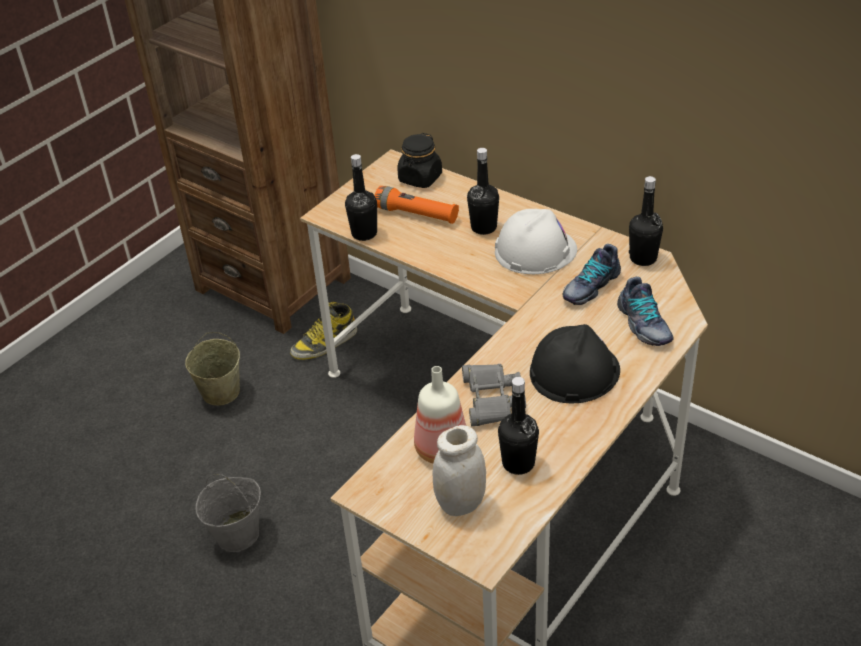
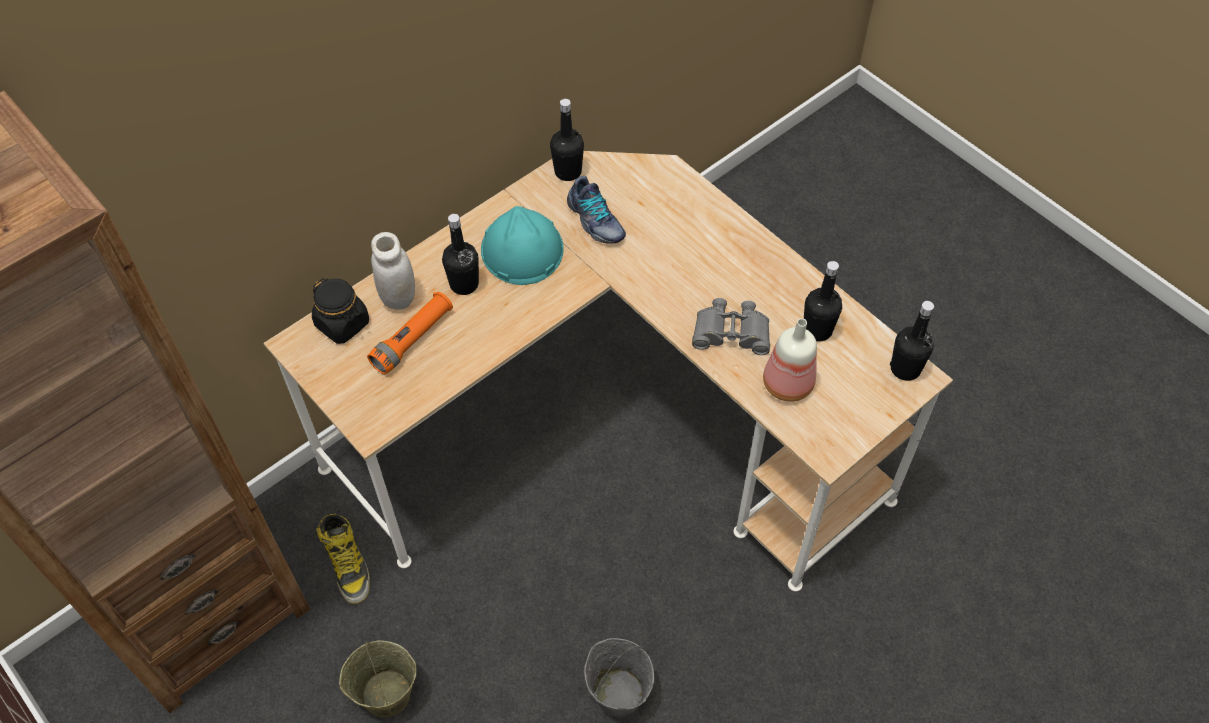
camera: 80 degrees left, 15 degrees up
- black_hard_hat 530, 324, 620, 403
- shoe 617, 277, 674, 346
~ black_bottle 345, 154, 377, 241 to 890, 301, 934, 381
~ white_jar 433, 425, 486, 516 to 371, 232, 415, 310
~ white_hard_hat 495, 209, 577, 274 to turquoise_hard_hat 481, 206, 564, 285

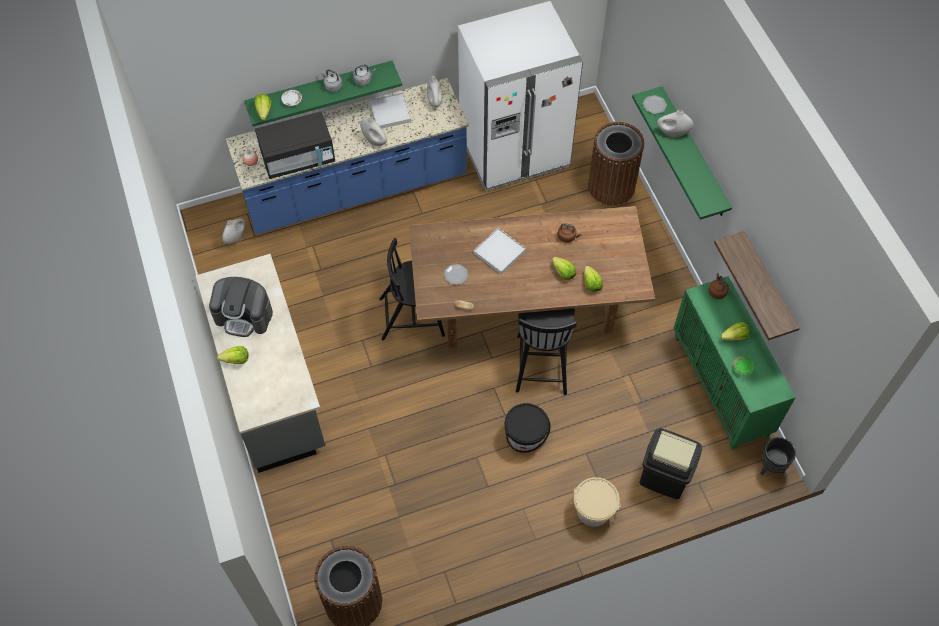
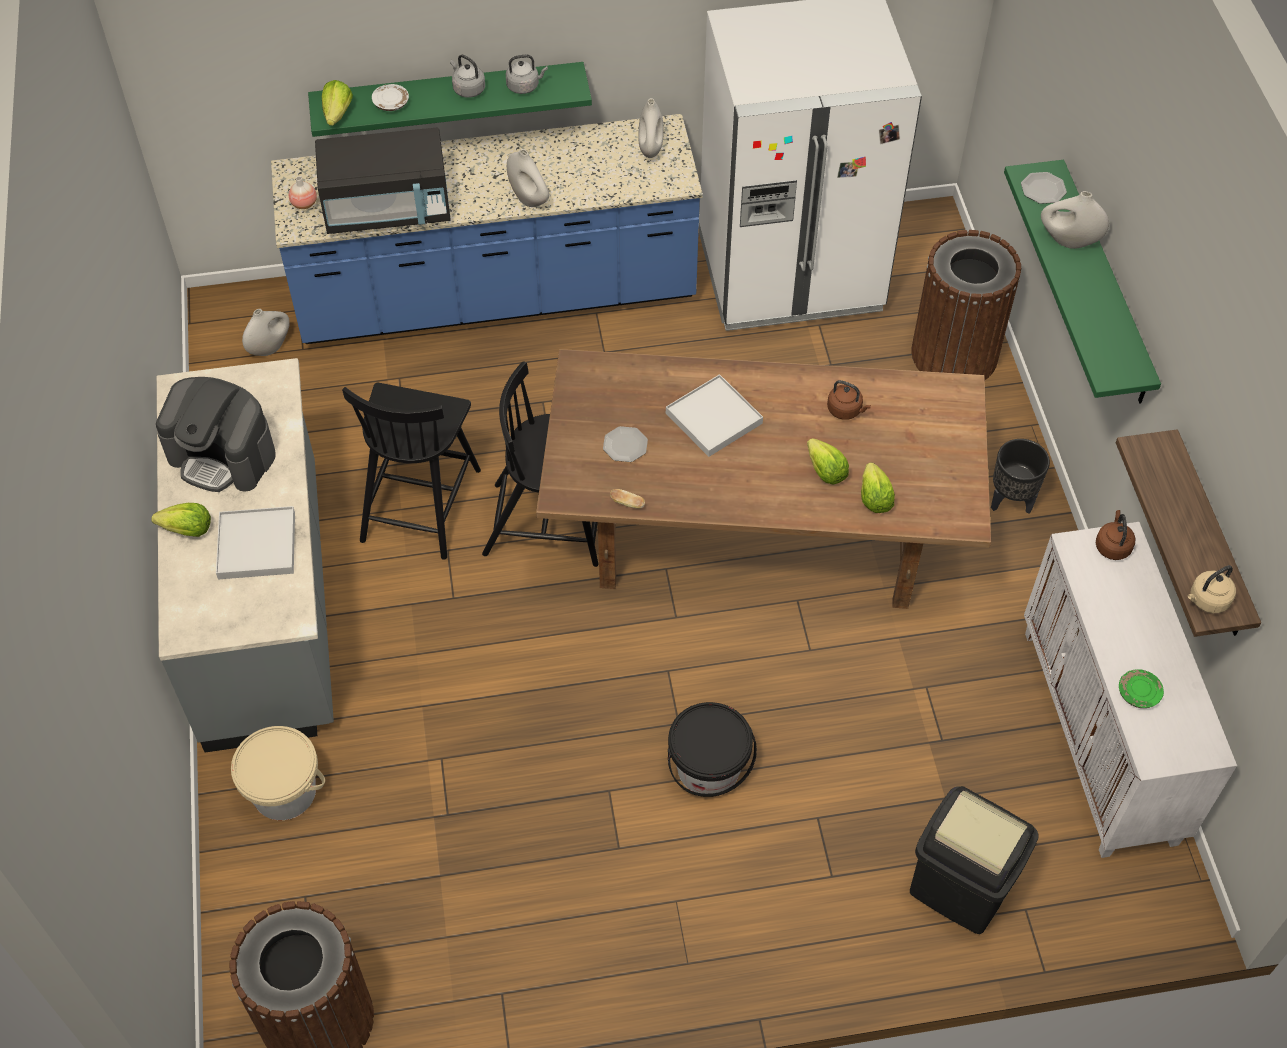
camera: 10 degrees right, 5 degrees down
- lettuce 720, 322, 750, 341
+ beige_kettle 1187, 565, 1236, 613
~ white_tray 369, 93, 411, 129 to 216, 506, 295, 579
~ black_chair 516, 309, 577, 395 to 342, 383, 481, 560
~ beige_bucket 574, 477, 621, 527 to 231, 726, 325, 820
~ black_planter 760, 437, 796, 476 to 991, 439, 1050, 514
~ green_cabinet 673, 276, 796, 449 to white_cabinet 1024, 522, 1237, 858

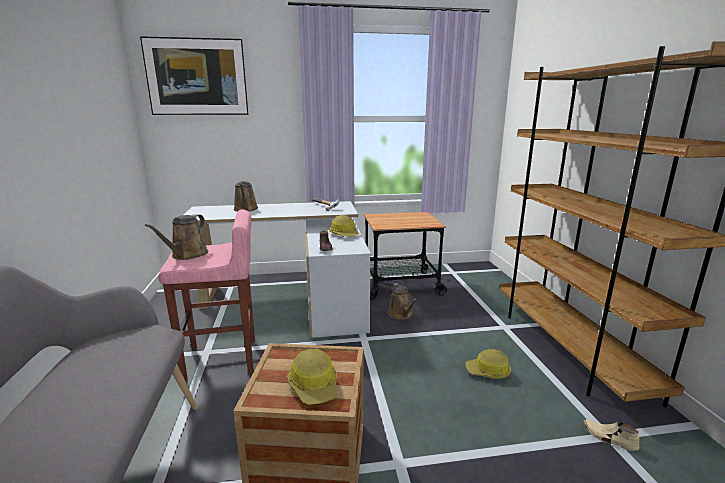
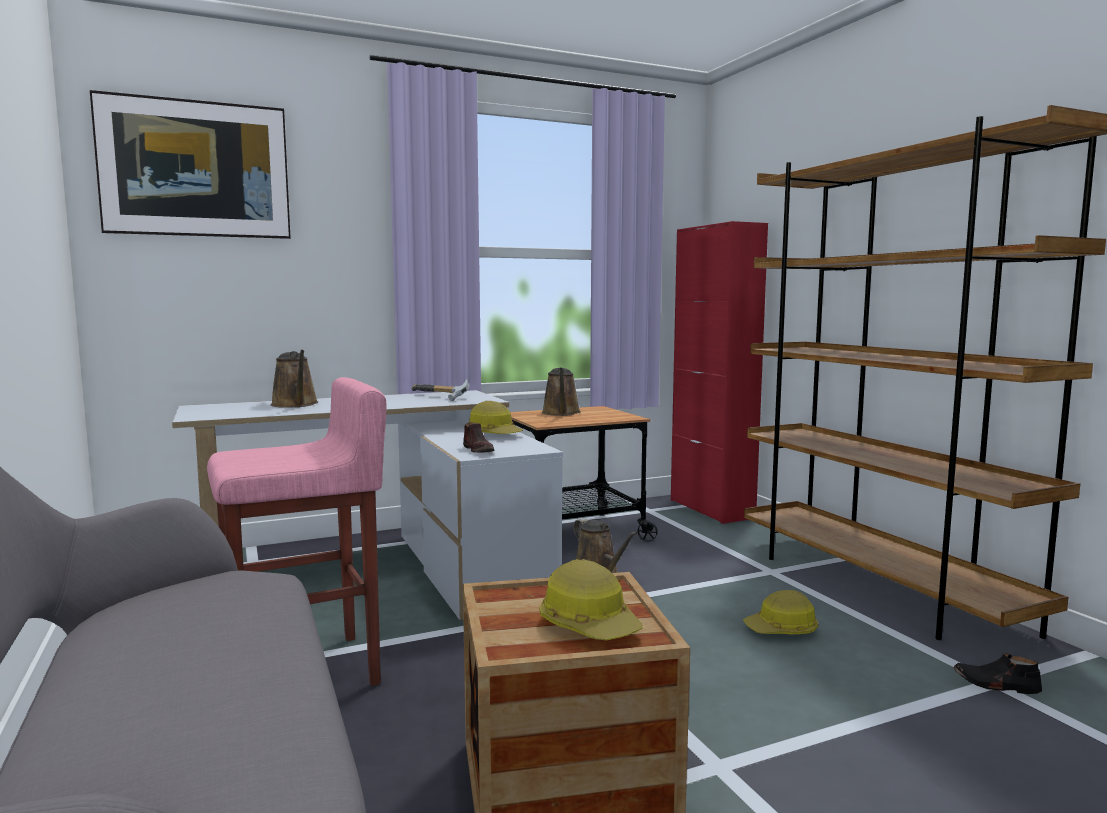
camera: 15 degrees left, 10 degrees down
+ red_cabinet 671, 221, 768, 524
~ brown_watering_can 145, 214, 209, 260 to 542, 368, 581, 416
~ beige_shoe 583, 419, 639, 451 to black_shoe 954, 653, 1042, 694

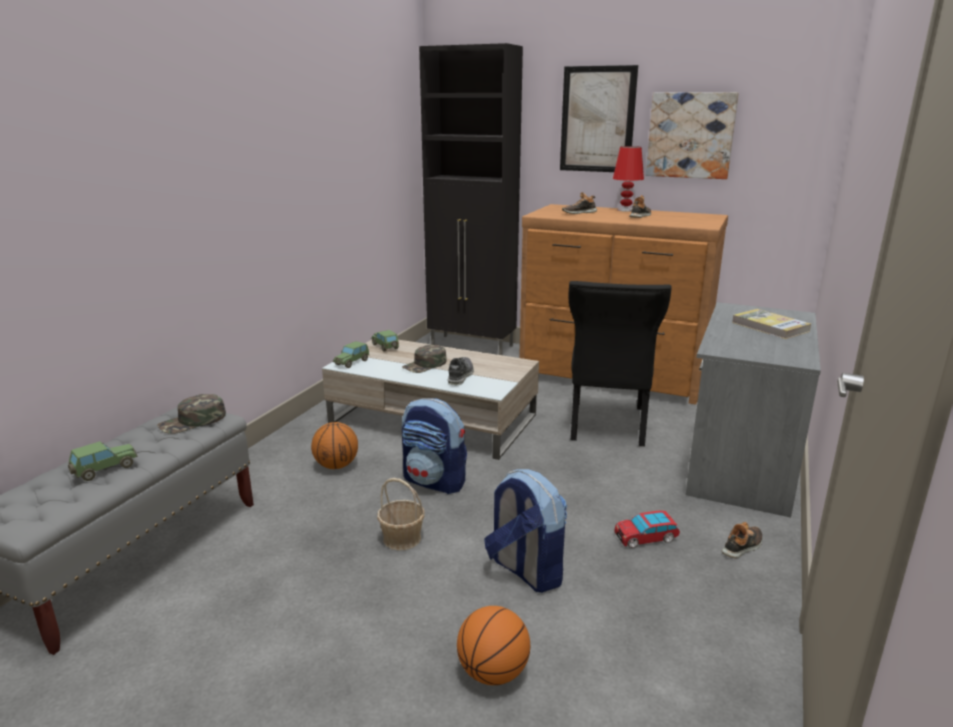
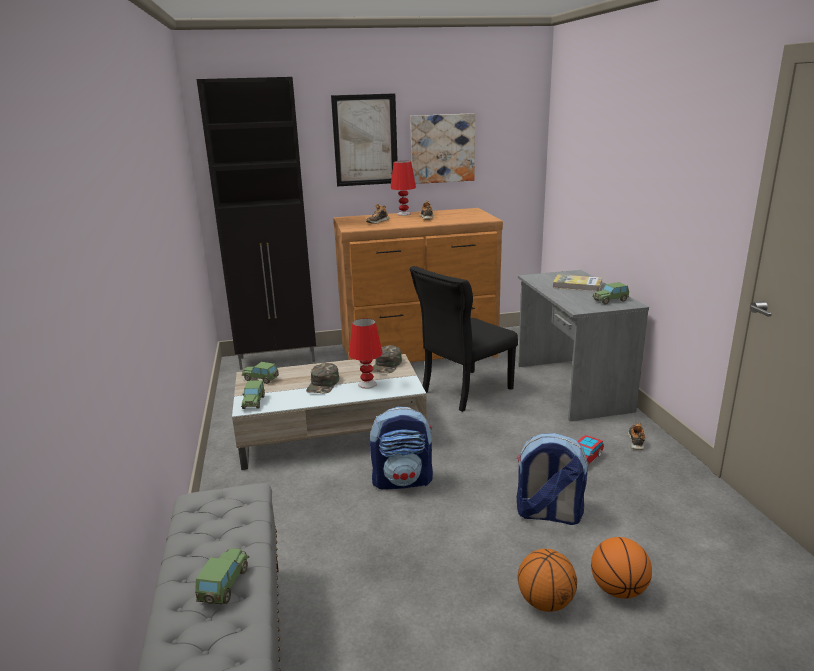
camera: 35 degrees left, 0 degrees up
- basket 377, 478, 425, 551
+ toy_car 592, 282, 629, 305
~ green_cap 157, 394, 226, 434 to 372, 345, 402, 373
~ basketball 311, 422, 358, 469 to 518, 549, 577, 612
~ shoe 448, 357, 474, 385 to red_table_lamp 349, 318, 383, 389
~ black_chair 569, 281, 671, 447 = 410, 266, 518, 412 75 degrees clockwise

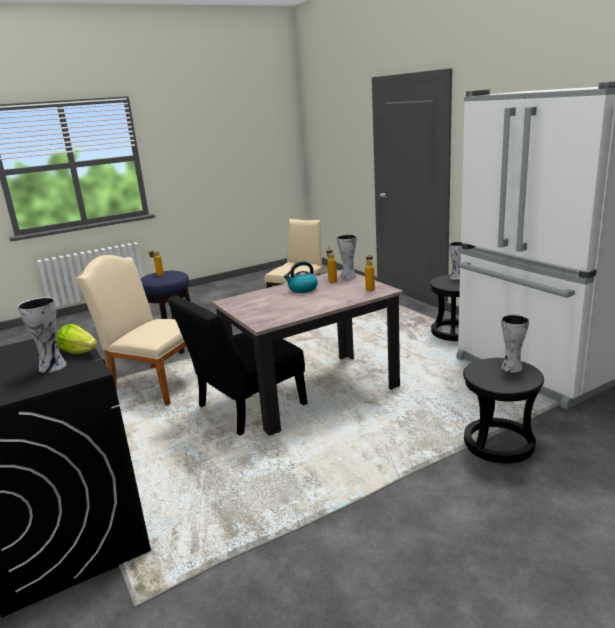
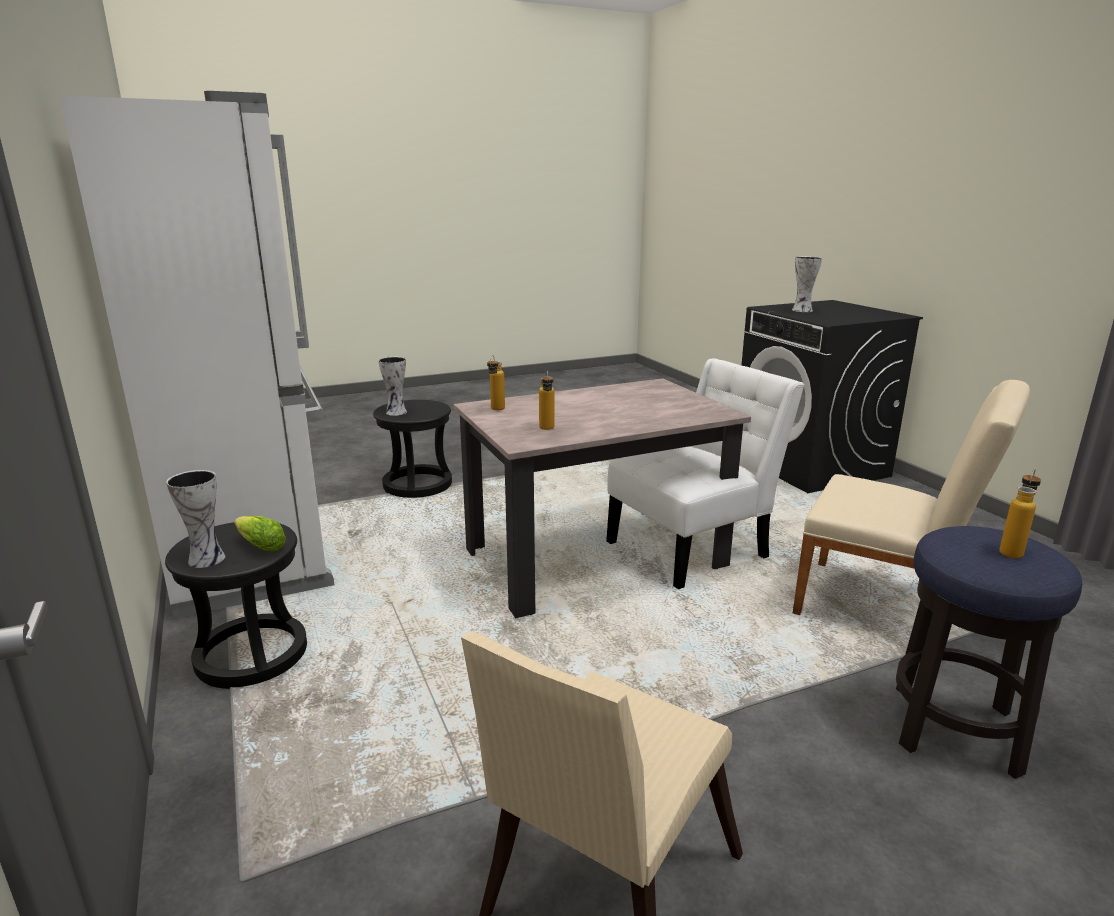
camera: 175 degrees left, 0 degrees up
- kettle 284, 261, 318, 293
- vase 336, 234, 357, 279
~ lettuce 56, 324, 98, 354 to 234, 516, 286, 551
~ black_chair 167, 295, 308, 436 to white_chair 606, 359, 804, 589

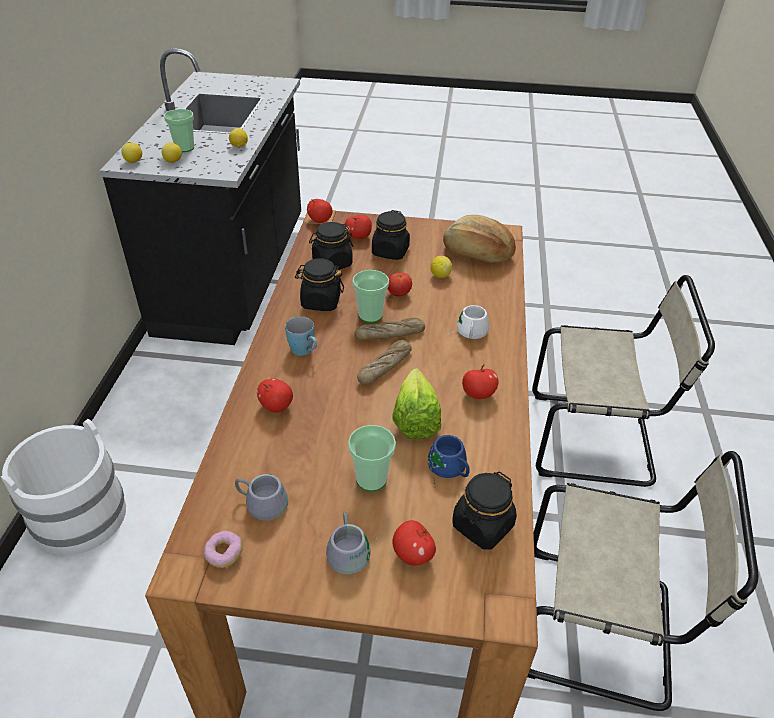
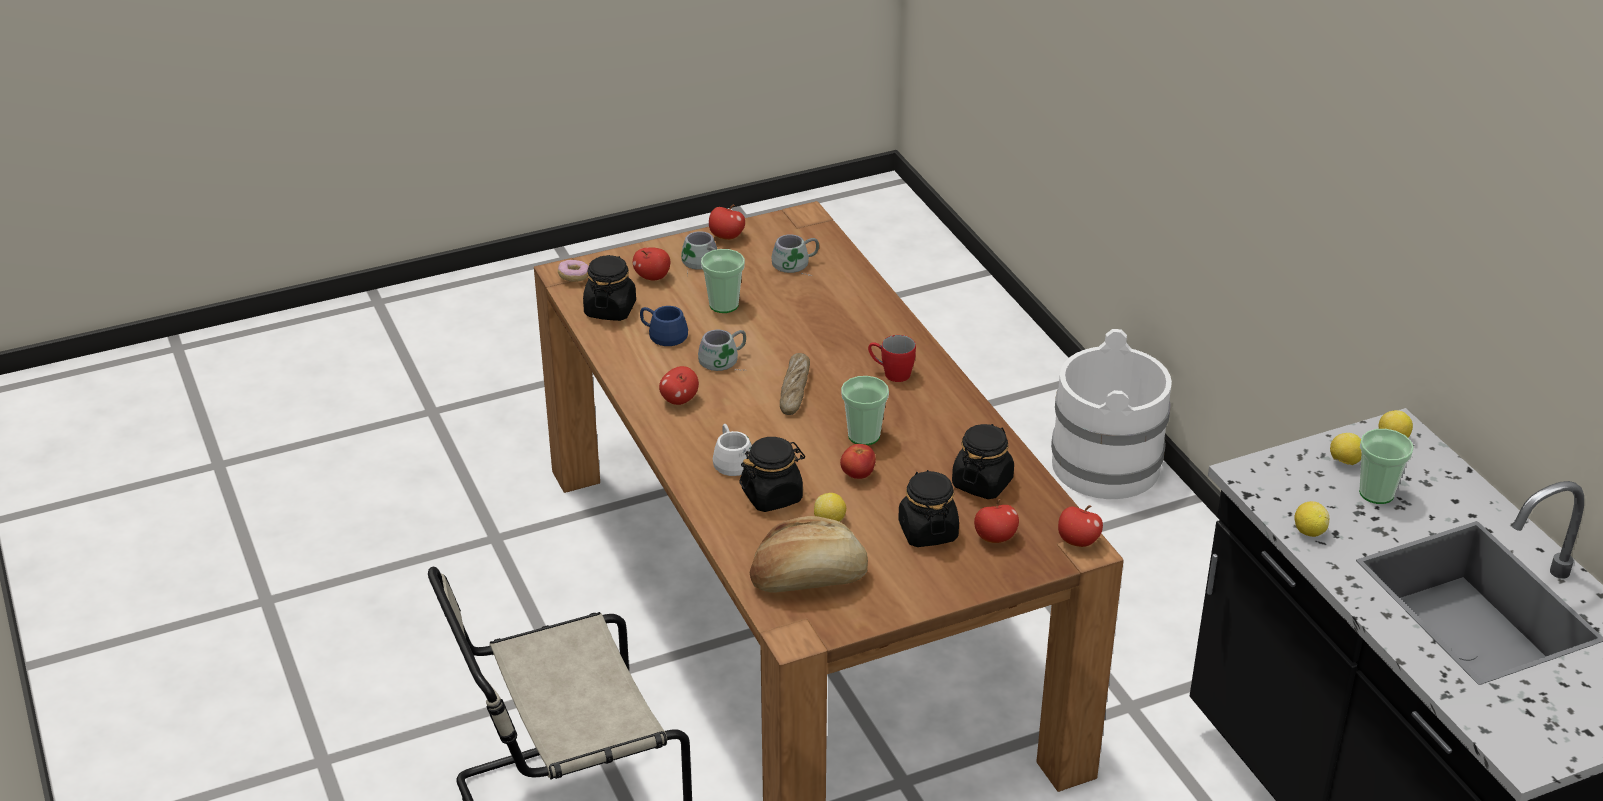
camera: 150 degrees right, 5 degrees down
- bread 354, 318, 425, 340
- beige_chair 527, 451, 759, 711
~ donut 204, 531, 243, 568 to 558, 260, 589, 282
~ apple 257, 378, 293, 413 to 709, 205, 745, 240
~ black_jar 295, 258, 344, 311 to 739, 437, 805, 512
~ lettuce 392, 368, 441, 440 to grey_mug 698, 330, 746, 371
~ blue_mug 285, 316, 317, 356 to red_mug 868, 335, 916, 382

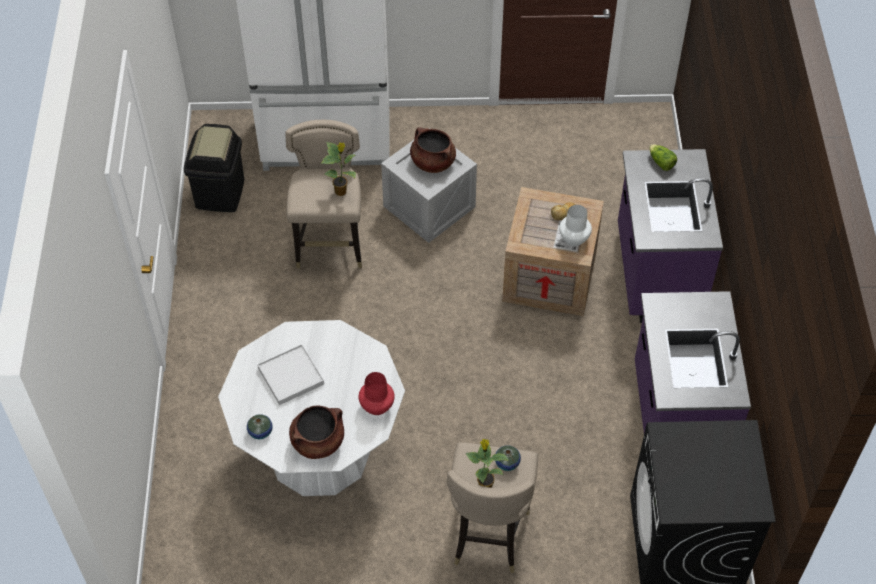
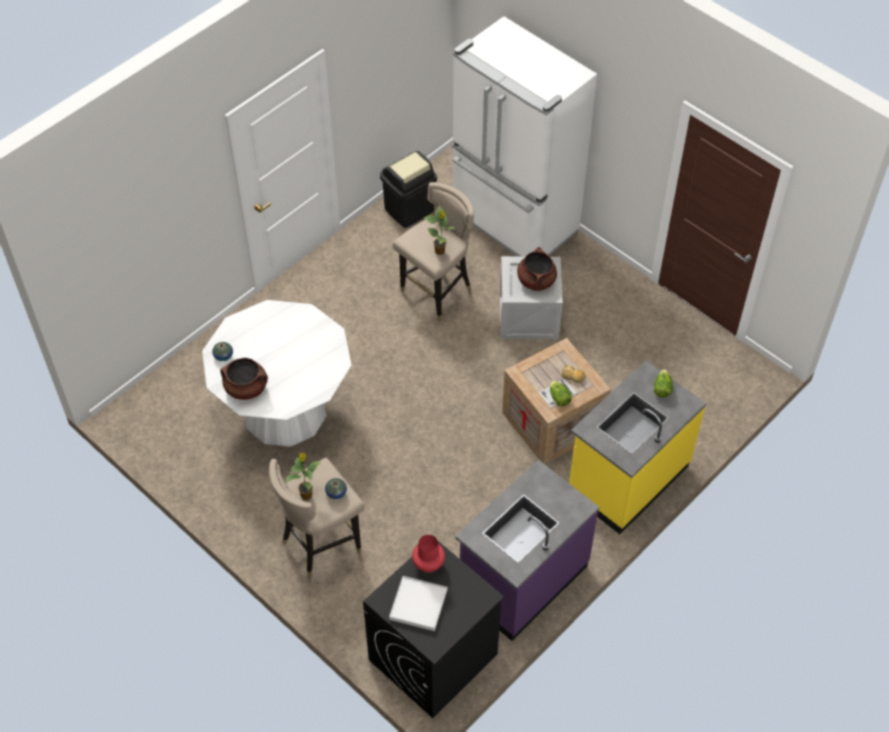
camera: 45 degrees right, 0 degrees up
~ white_tray 257, 344, 324, 405 to 389, 576, 447, 631
~ red_vase 358, 372, 395, 415 to 412, 535, 445, 573
~ white_vase 559, 205, 592, 246 to lettuce 550, 380, 572, 407
~ purple_counter 618, 149, 723, 323 to yellow_counter 569, 361, 706, 534

